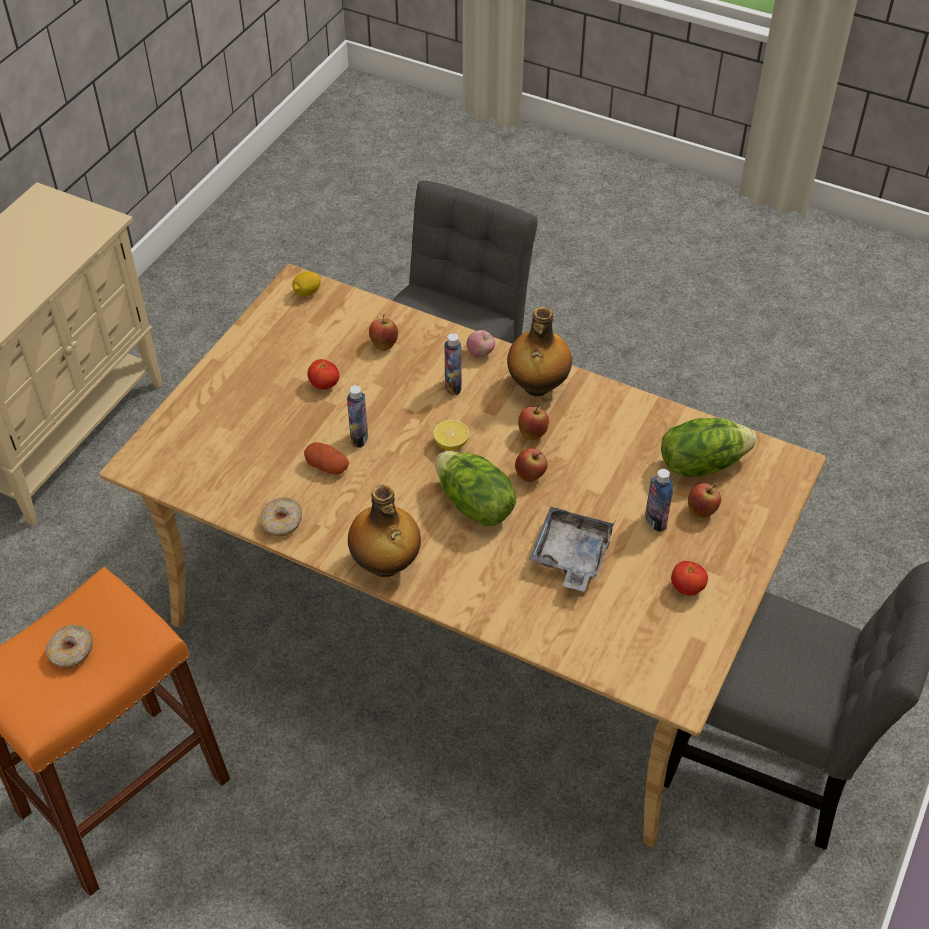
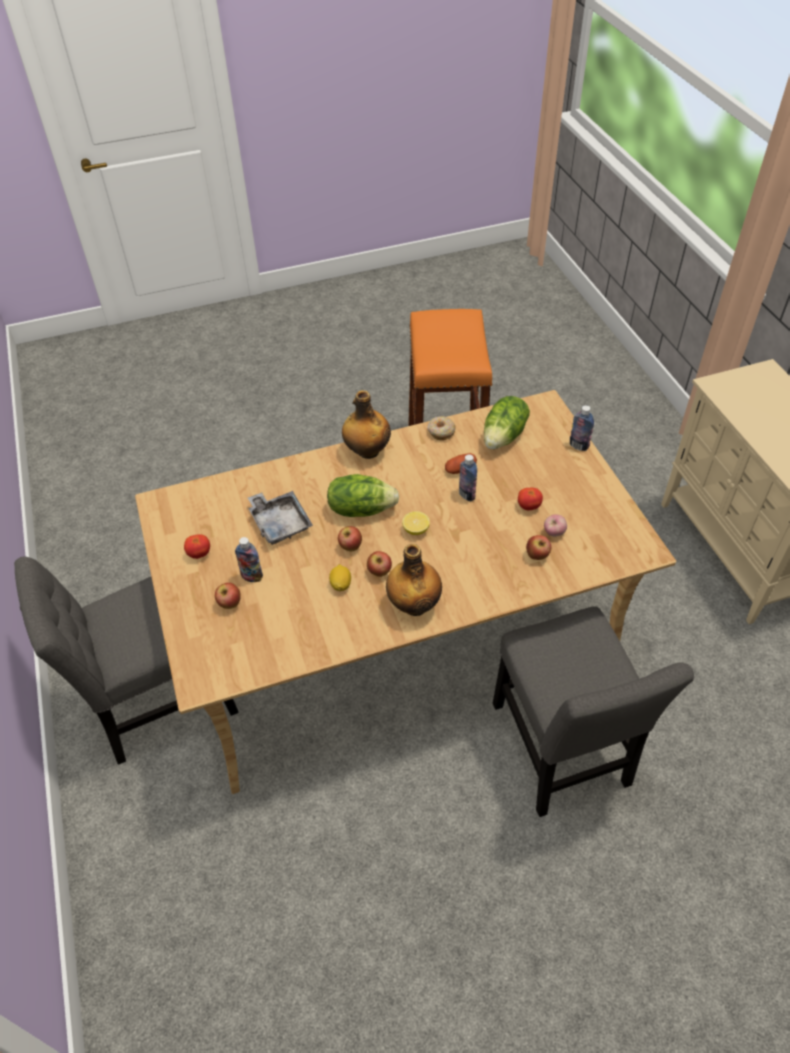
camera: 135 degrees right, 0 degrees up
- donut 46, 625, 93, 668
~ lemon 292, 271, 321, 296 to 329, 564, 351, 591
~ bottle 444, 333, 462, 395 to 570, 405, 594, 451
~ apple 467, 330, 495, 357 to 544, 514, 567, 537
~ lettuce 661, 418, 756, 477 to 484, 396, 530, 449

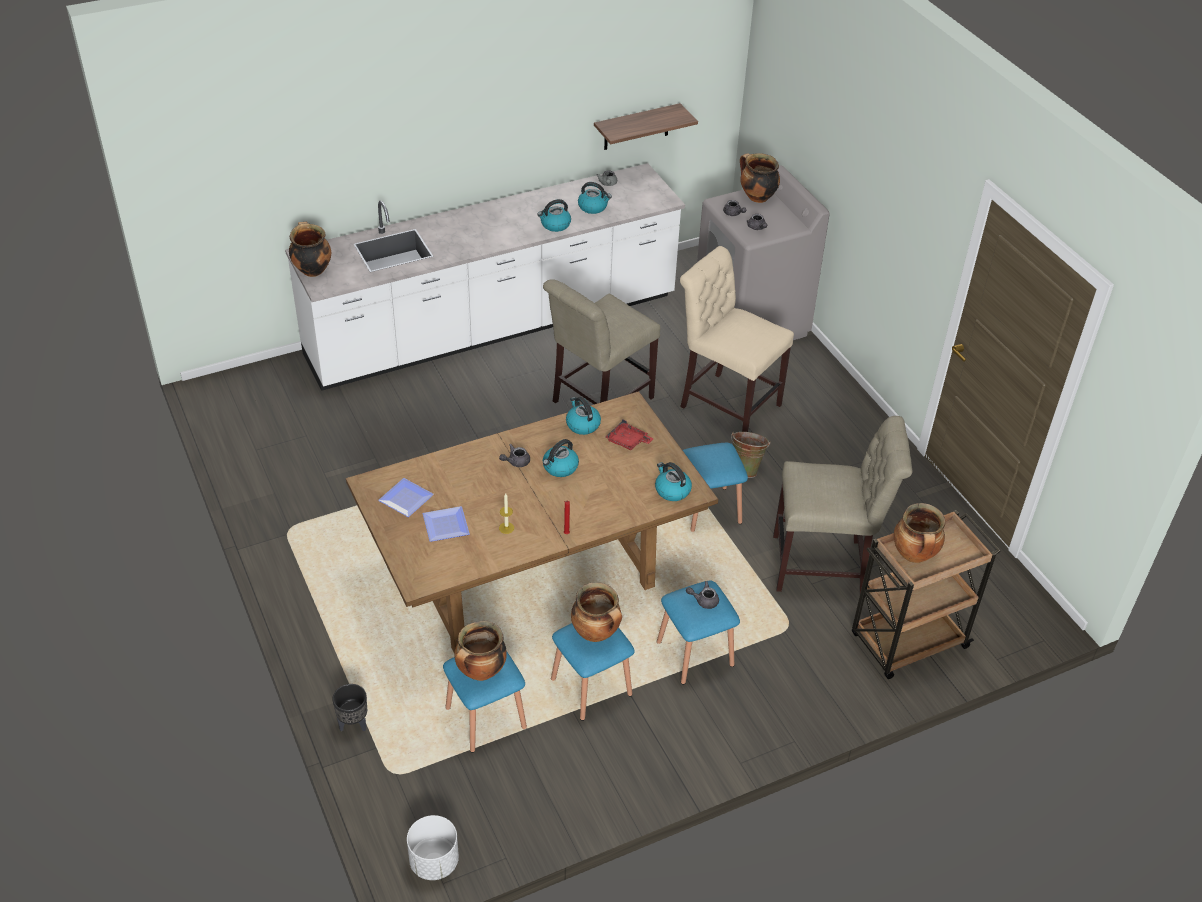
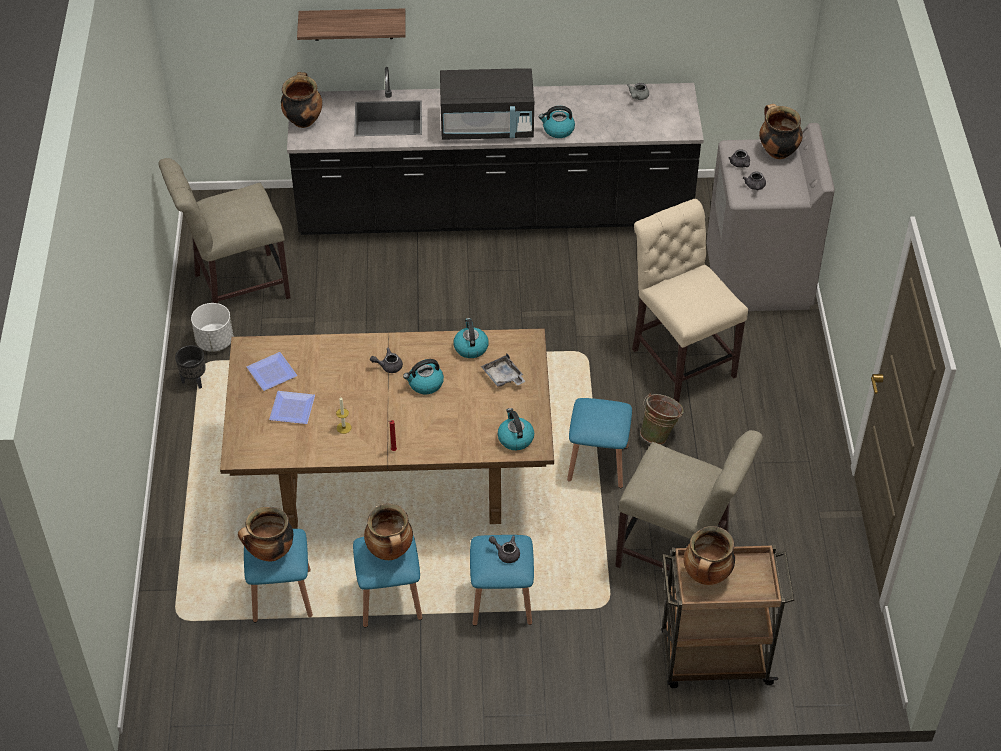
camera: 25 degrees right, 5 degrees up
- kettle 578, 182, 612, 214
+ black_microwave 440, 68, 534, 140
~ black_planter 332, 684, 367, 732 to 175, 345, 206, 389
~ white_planter 407, 815, 459, 880 to 191, 303, 233, 352
~ beige_chair 543, 279, 661, 404 to 158, 158, 290, 303
~ shelf 594, 103, 698, 150 to 297, 9, 406, 41
~ white_counter 285, 163, 685, 391 to black_counter 287, 67, 704, 235
~ red_tray 606, 419, 654, 450 to grey_tray 481, 354, 526, 387

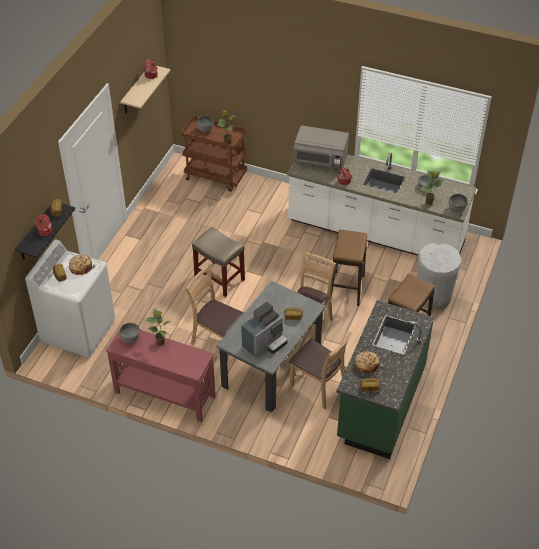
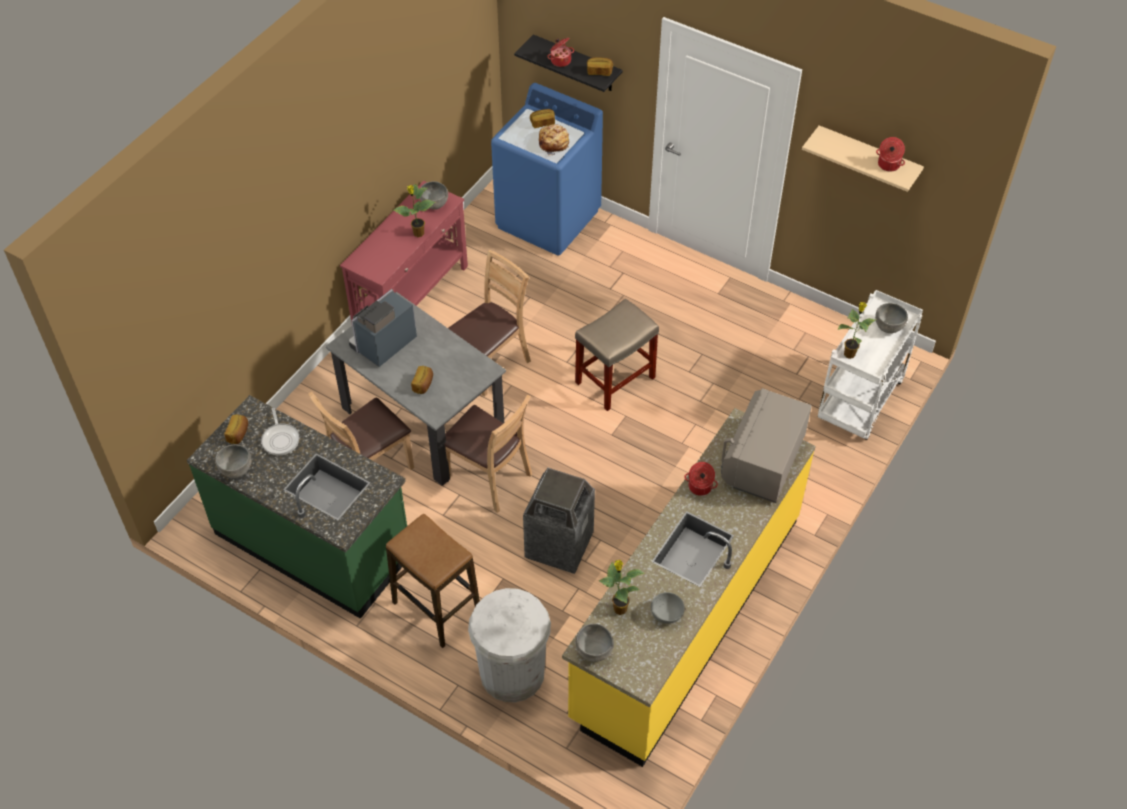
camera: 100 degrees right, 5 degrees up
+ grey_bowl 215, 445, 251, 478
~ stool 331, 230, 368, 306 to trash_can 523, 468, 595, 574
~ bread 355, 351, 384, 374 to frying_pan 261, 408, 299, 456
~ white_washing_machine 25, 239, 115, 357 to blue_washing_machine 491, 83, 603, 256
~ brown_cart 181, 115, 247, 192 to white_cart 818, 290, 923, 440
~ white_counter 287, 153, 476, 255 to yellow_counter 562, 408, 816, 767
~ coffee_machine 241, 302, 287, 358 = 348, 289, 417, 367 75 degrees clockwise

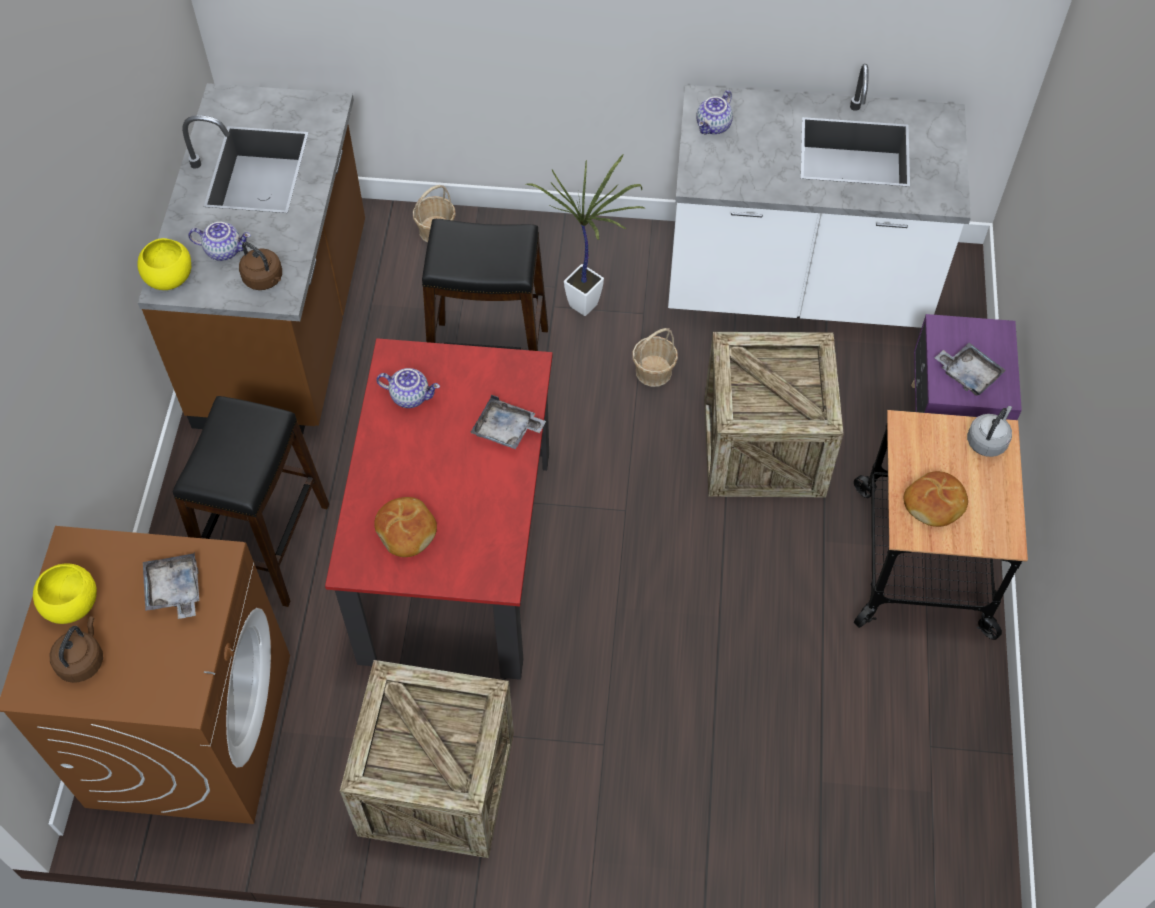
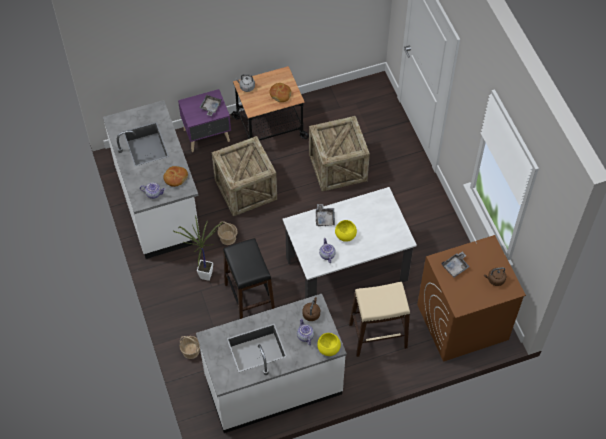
camera: 115 degrees left, 0 degrees up
~ yellow_bowl 33, 564, 97, 624 to 335, 220, 357, 242
~ crate 340, 660, 514, 858 to 309, 116, 370, 192
~ bread 374, 497, 437, 557 to 163, 166, 188, 187
~ brown_counter 138, 83, 365, 434 to white_counter 196, 294, 347, 433
~ black_stool 173, 396, 329, 607 to beige_stool 349, 282, 410, 357
~ red_dining_table 325, 338, 553, 680 to white_dining_table 283, 187, 417, 299

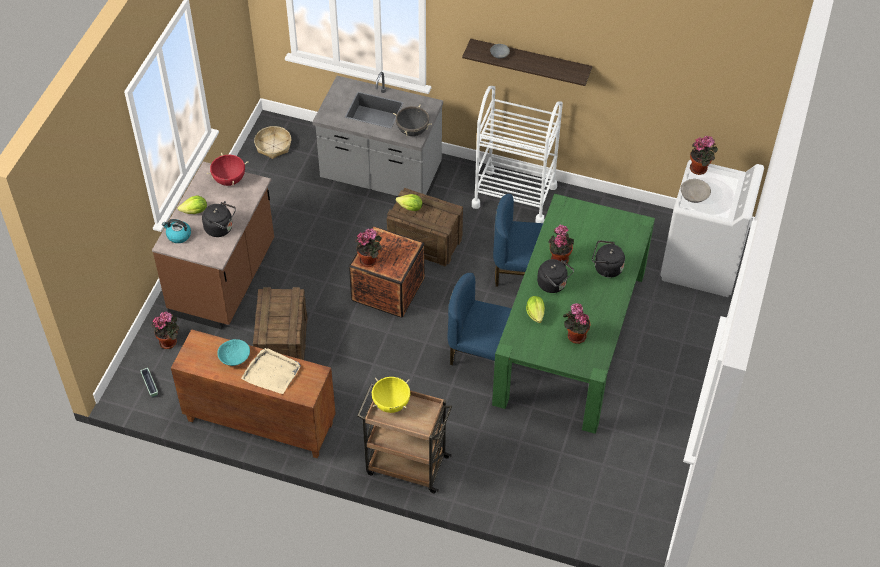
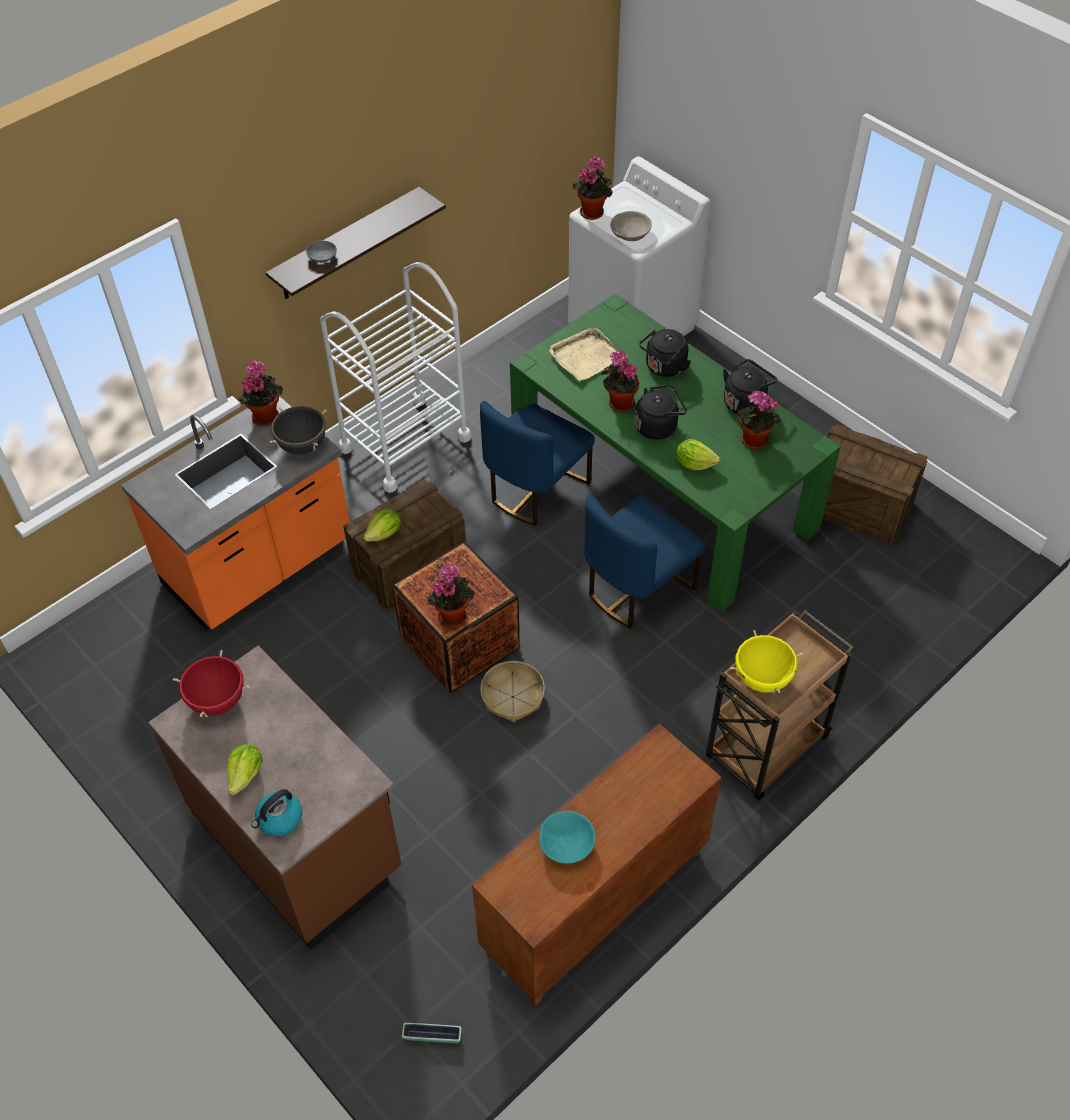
camera: 60 degrees left, 0 degrees up
~ potted_plant 151, 311, 179, 349 to 238, 360, 283, 426
~ black_kettle 202, 201, 236, 237 to 723, 359, 778, 414
~ beige_tray 241, 348, 301, 394 to 549, 328, 617, 381
~ crate 253, 287, 308, 360 to 823, 424, 928, 545
~ basket 254, 126, 291, 159 to 480, 661, 545, 722
~ grey_counter 313, 72, 443, 196 to orange_counter 121, 396, 350, 631

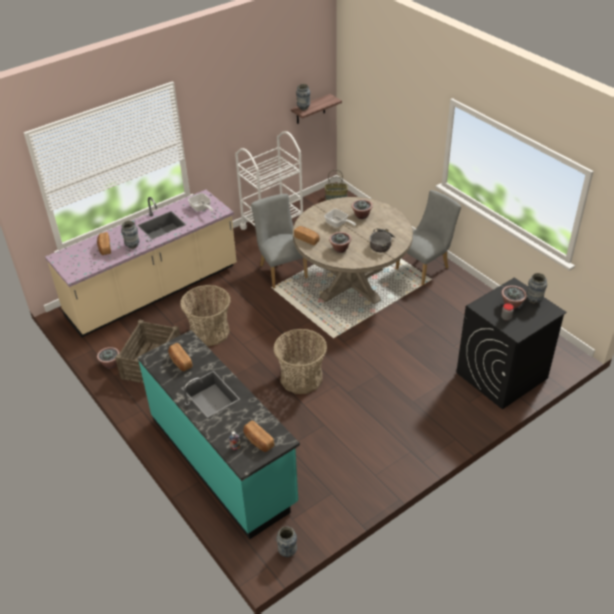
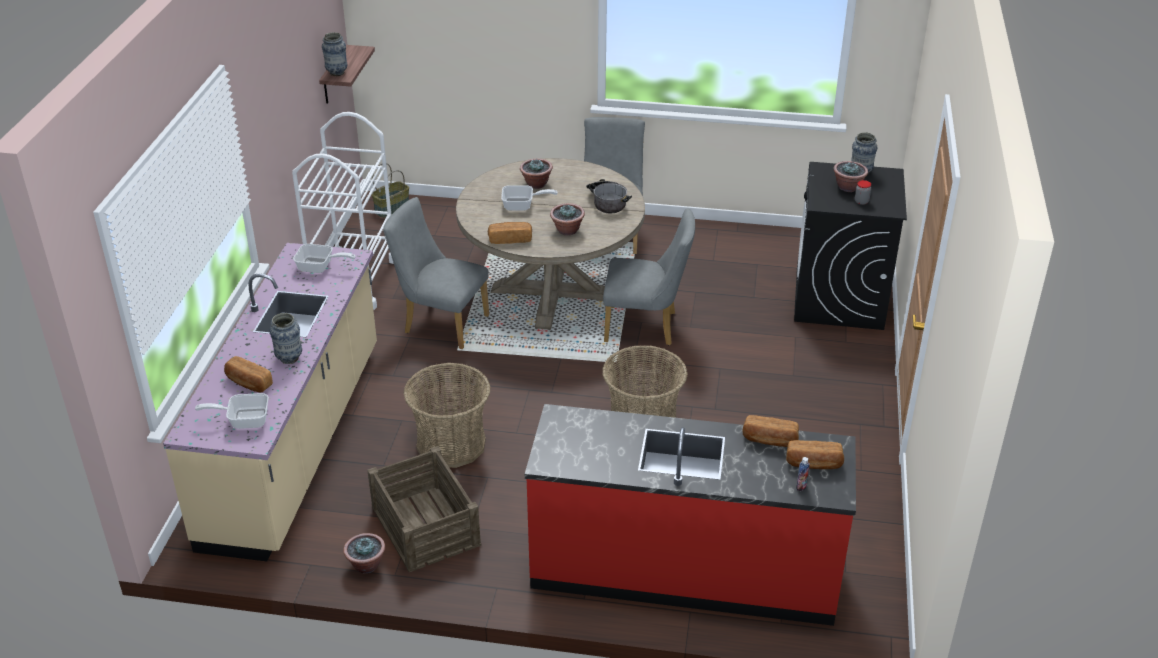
camera: 45 degrees left, 5 degrees down
- vase 276, 526, 297, 557
+ frying_pan 195, 393, 269, 429
+ grey_chair 603, 208, 695, 345
~ bread 168, 343, 192, 371 to 742, 415, 799, 447
~ turquoise_counter 137, 330, 300, 539 to red_counter 525, 404, 856, 626

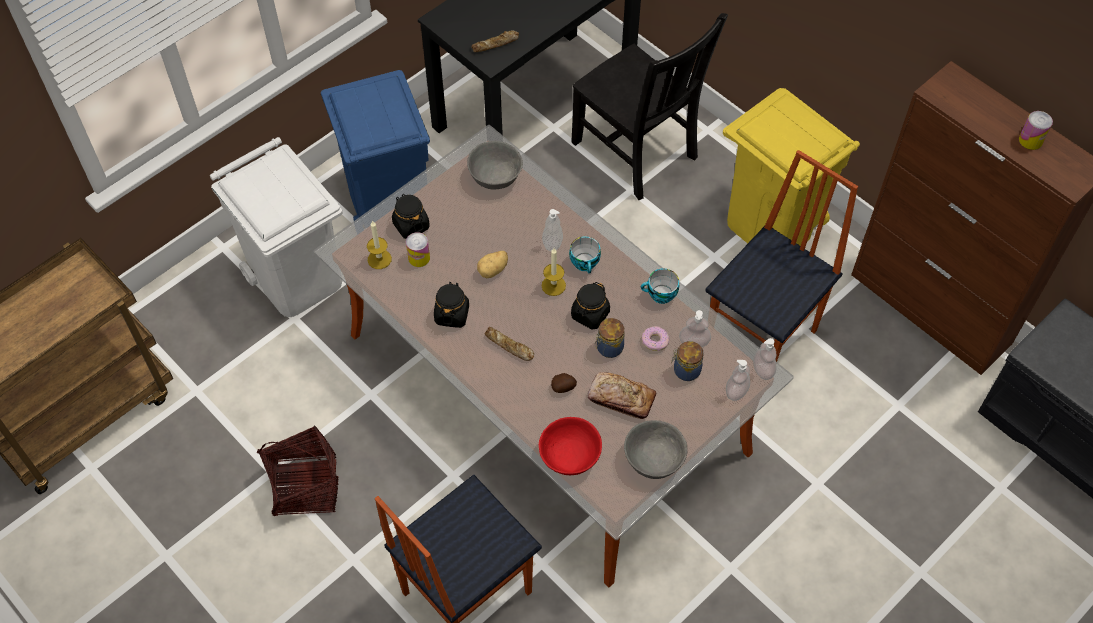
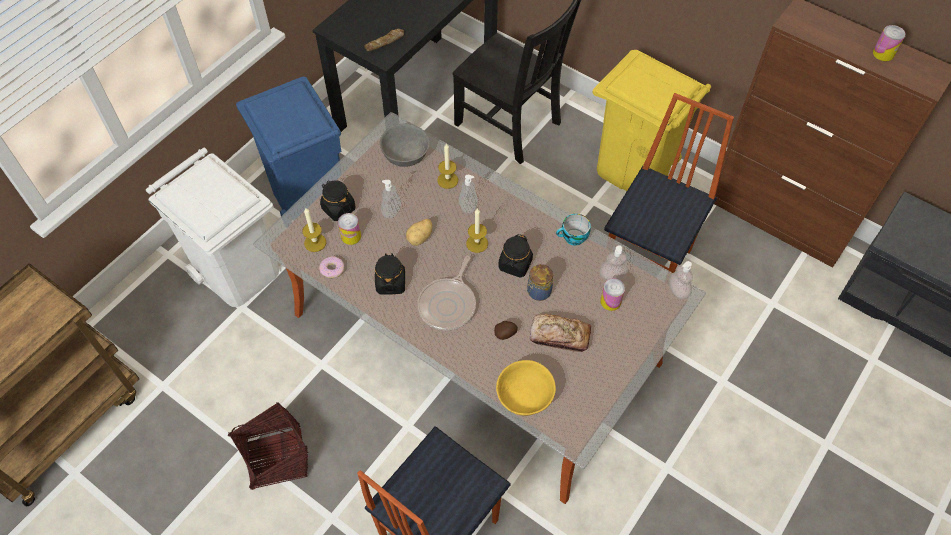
camera: 10 degrees left, 0 degrees up
- cup 569, 237, 601, 274
- grey_bowl 624, 420, 688, 479
+ candle 437, 144, 458, 189
~ donut 642, 326, 669, 351 to 319, 256, 344, 278
~ soap_dispenser 726, 360, 750, 401 to 381, 180, 401, 218
~ bread 484, 327, 534, 361 to frying_pan 417, 256, 476, 330
~ jar 671, 341, 703, 381 to can 600, 278, 625, 311
~ red_bowl 539, 417, 602, 475 to yellow_bowl 496, 360, 556, 416

